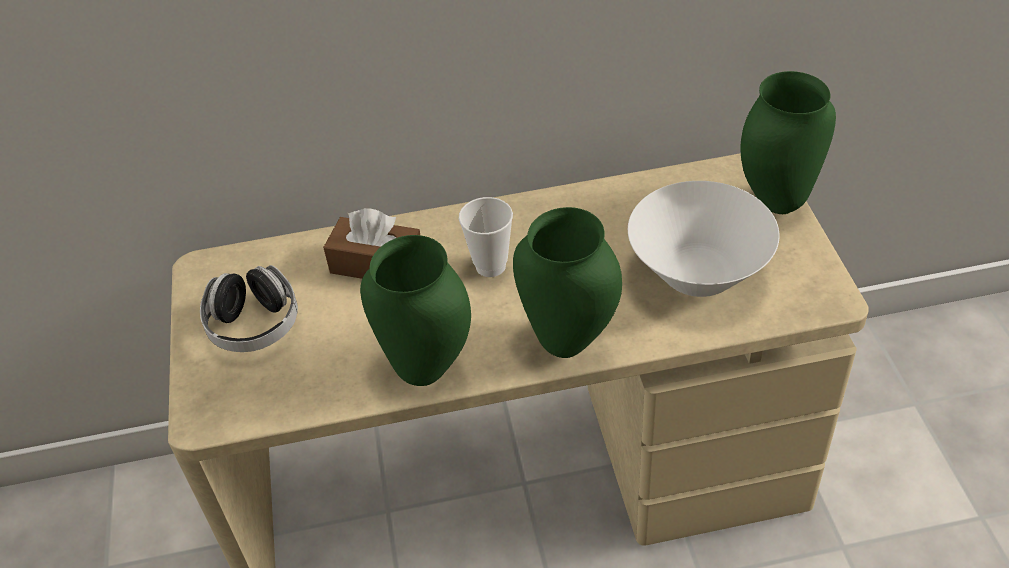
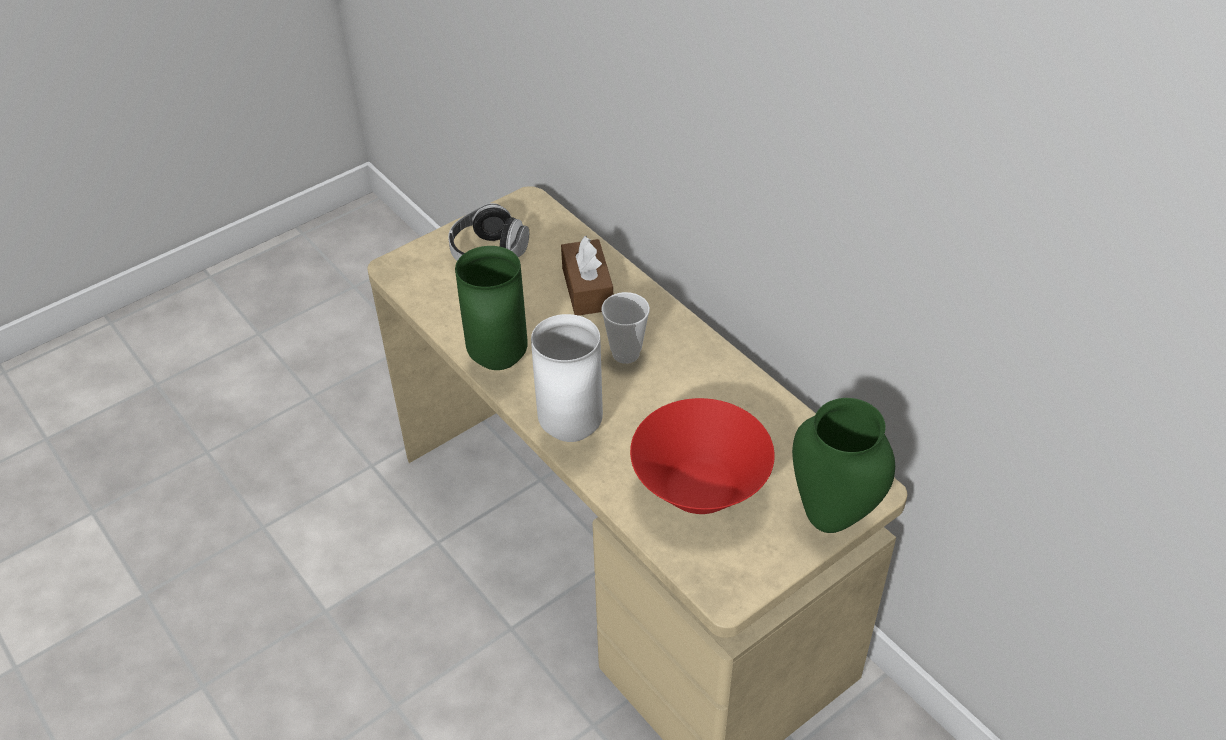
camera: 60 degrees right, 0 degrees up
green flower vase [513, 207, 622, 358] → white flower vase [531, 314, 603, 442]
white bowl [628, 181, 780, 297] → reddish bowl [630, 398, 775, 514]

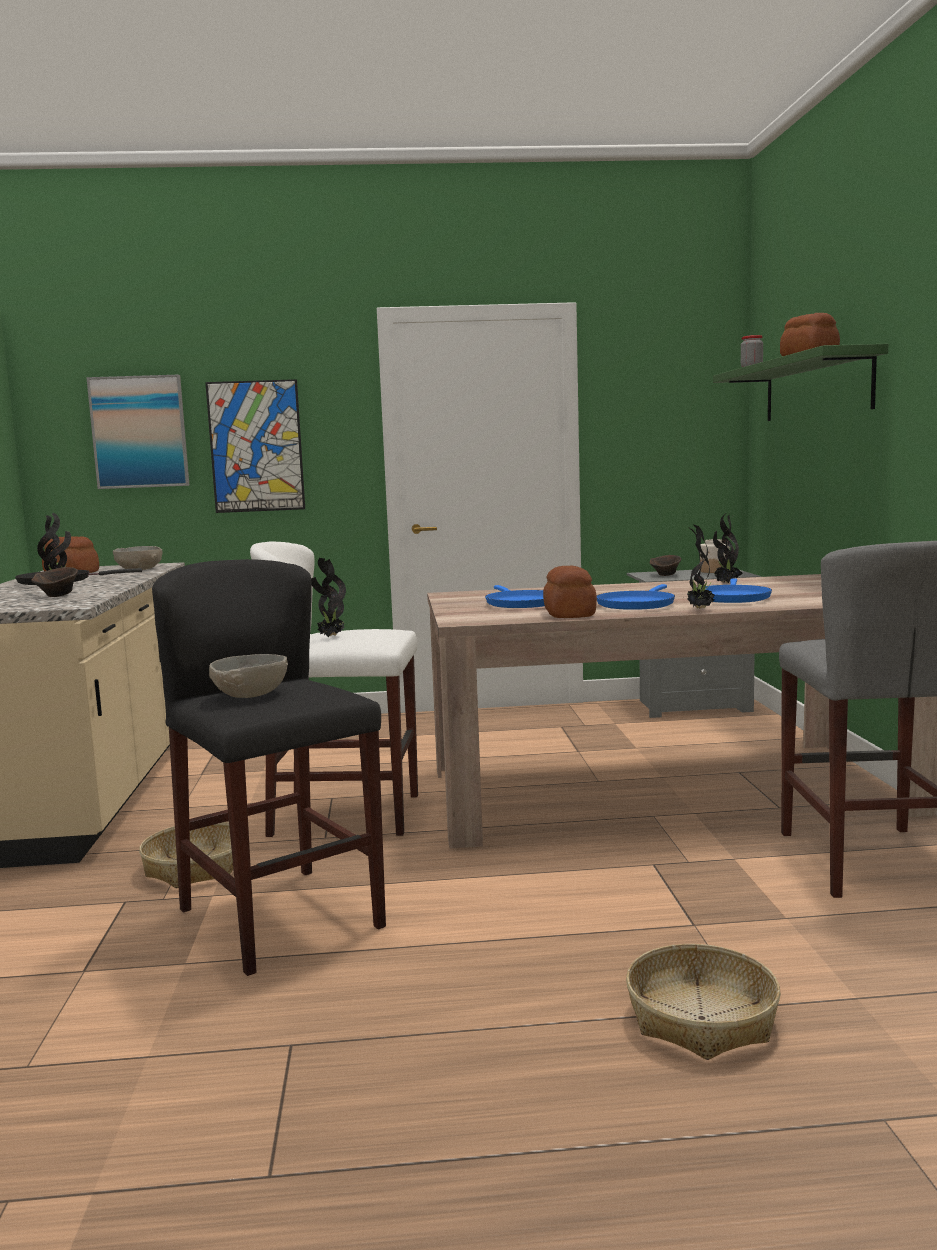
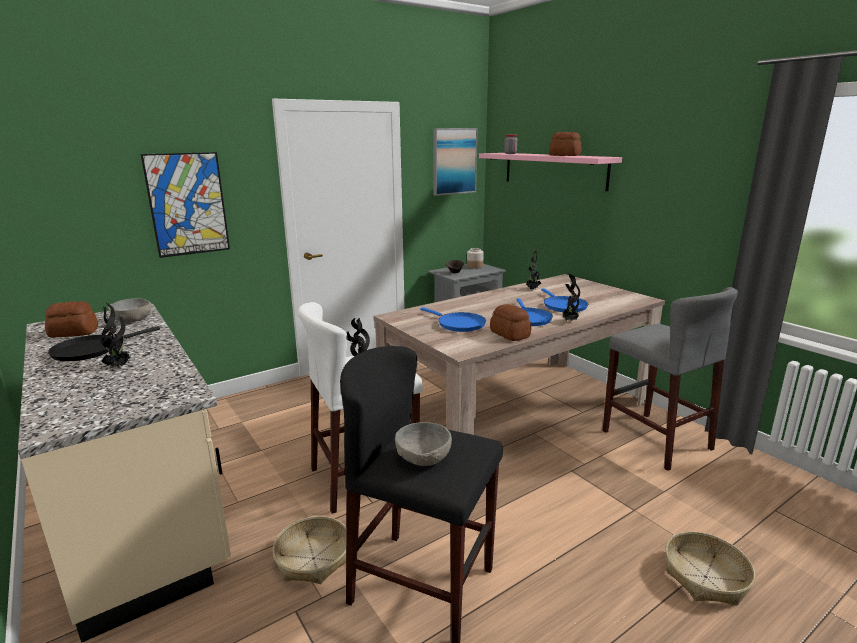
camera: 30 degrees left, 10 degrees up
brown-coloured bowl [31, 567, 78, 597] → -
picture [86, 375, 190, 489] → picture [433, 128, 477, 196], relocated
green shelf [713, 344, 888, 421] → pink shelf [479, 153, 622, 191]

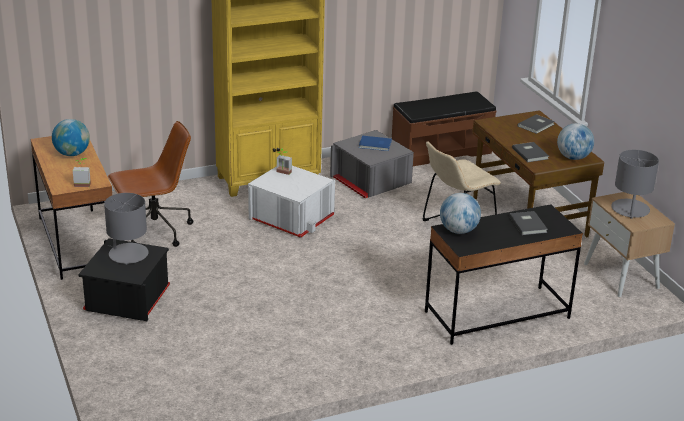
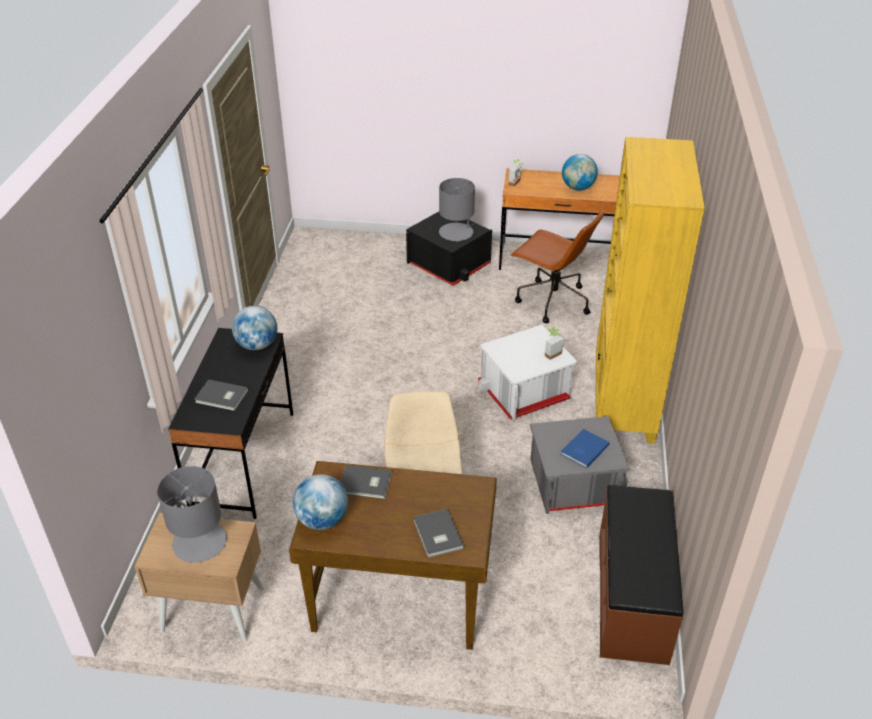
camera: 120 degrees right, 10 degrees up
brown-coloured computer chair [108, 121, 193, 247] → brown-coloured computer chair [511, 210, 604, 323], 60 degrees counterclockwise

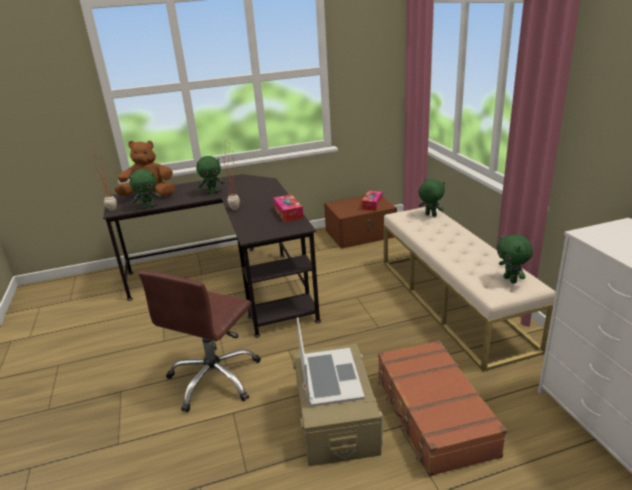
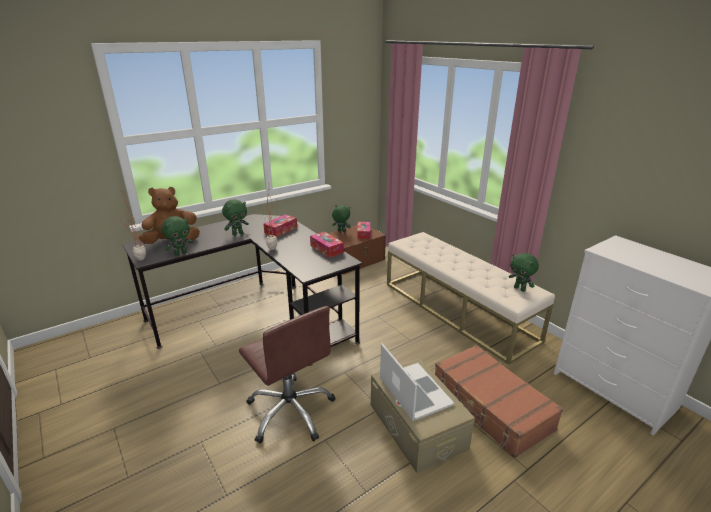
camera: 20 degrees left, 0 degrees up
- → box of tissues [264, 215, 297, 237]
green cuddly toy [418, 179, 445, 217] → green cuddly toy [332, 205, 351, 232], relocated
brown-coloured computer chair [138, 271, 261, 412] → brown-coloured computer chair [239, 306, 335, 444], 45 degrees counterclockwise

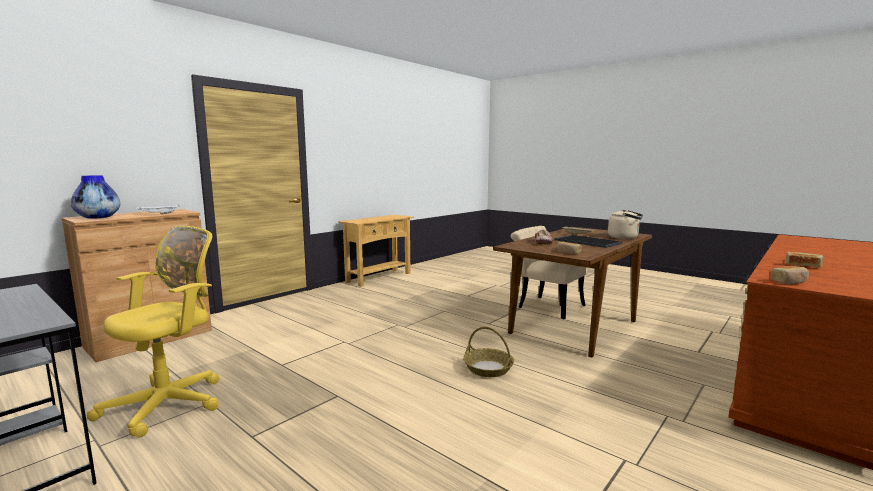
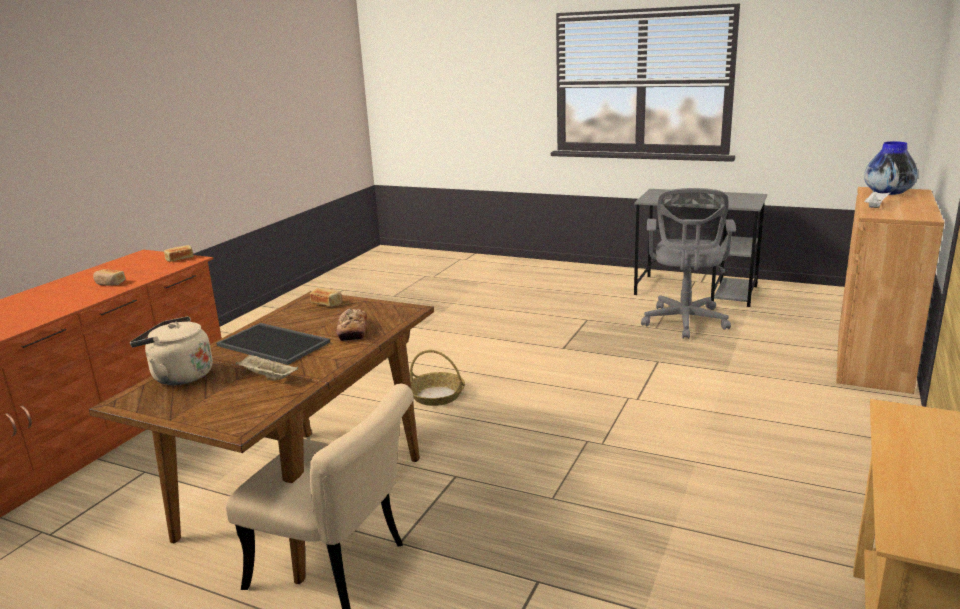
camera: 165 degrees right, 10 degrees up
yellow-coloured computer chair [87, 226, 219, 437] → gray computer chair [641, 188, 736, 339]

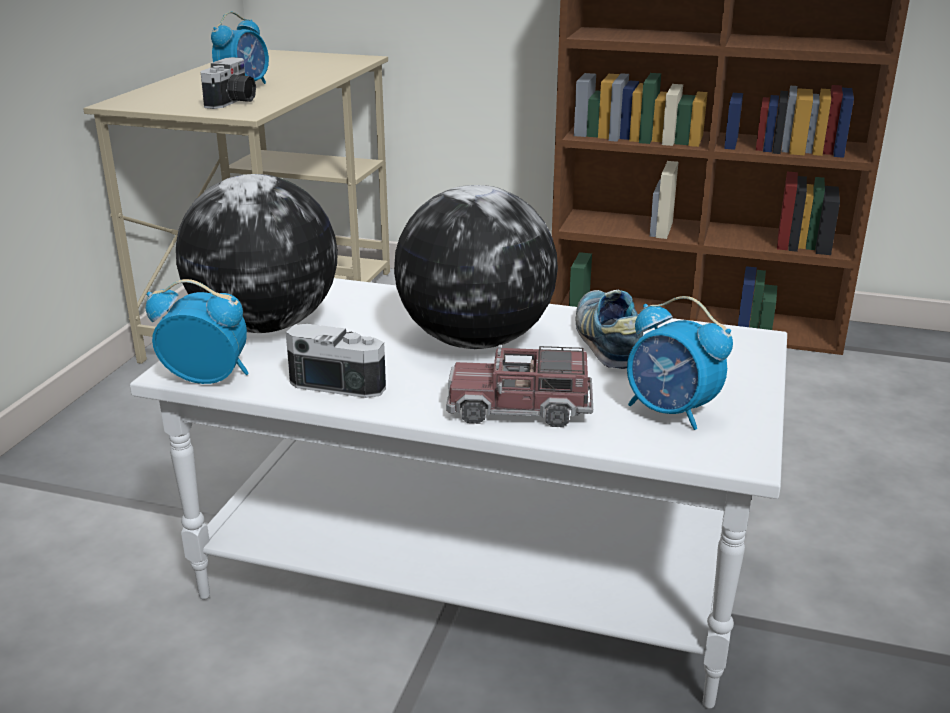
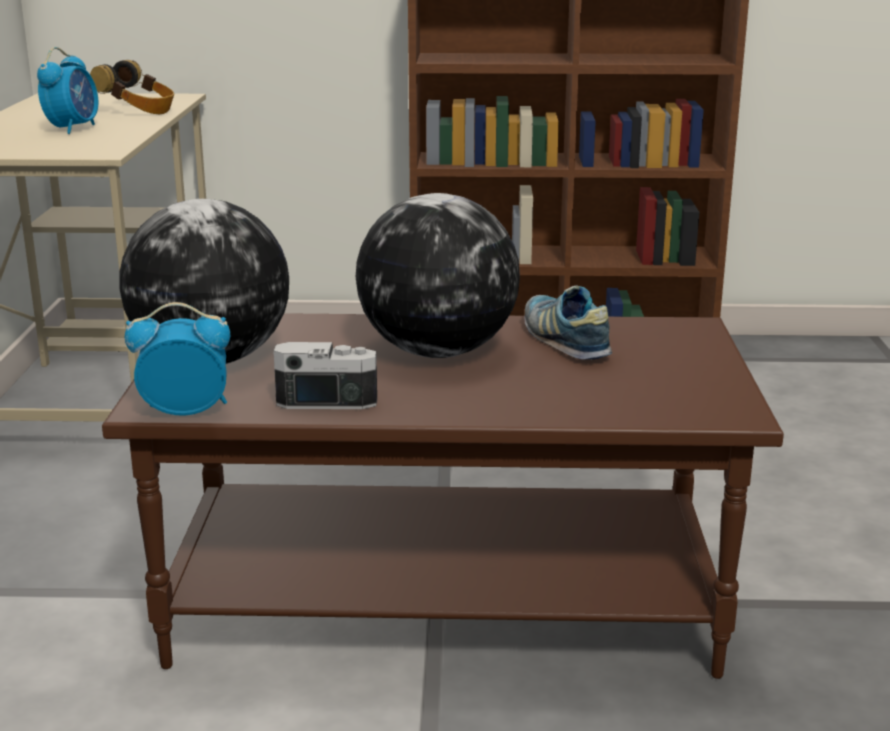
camera: 15 degrees left, 5 degrees down
photo camera [200, 57, 256, 109] → -
toy truck [446, 345, 593, 427] → -
bedside clock [627, 296, 733, 430] → -
- → headset [90, 60, 174, 114]
white coffee table [130, 278, 787, 709] → brown-coloured coffee table [102, 313, 784, 679]

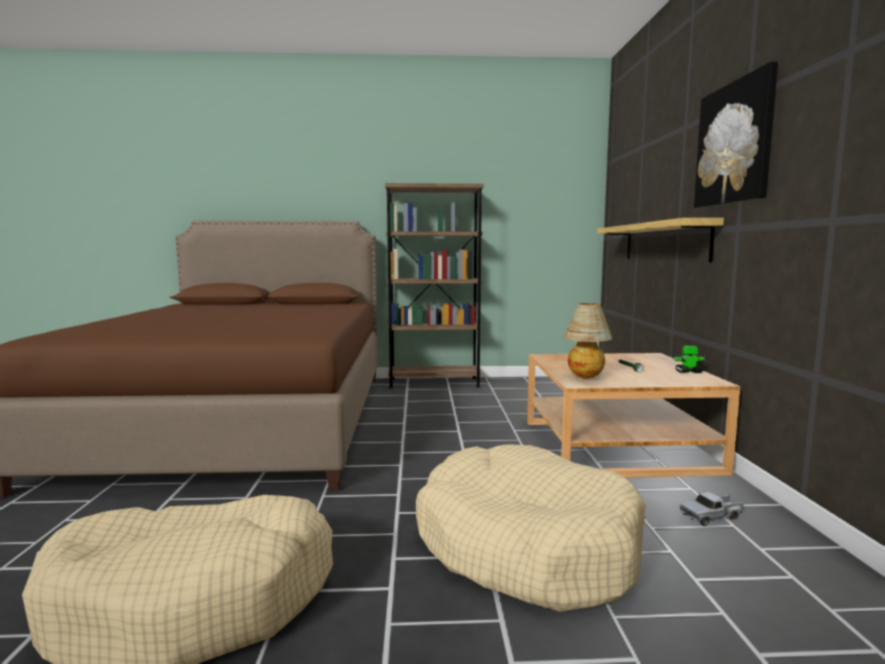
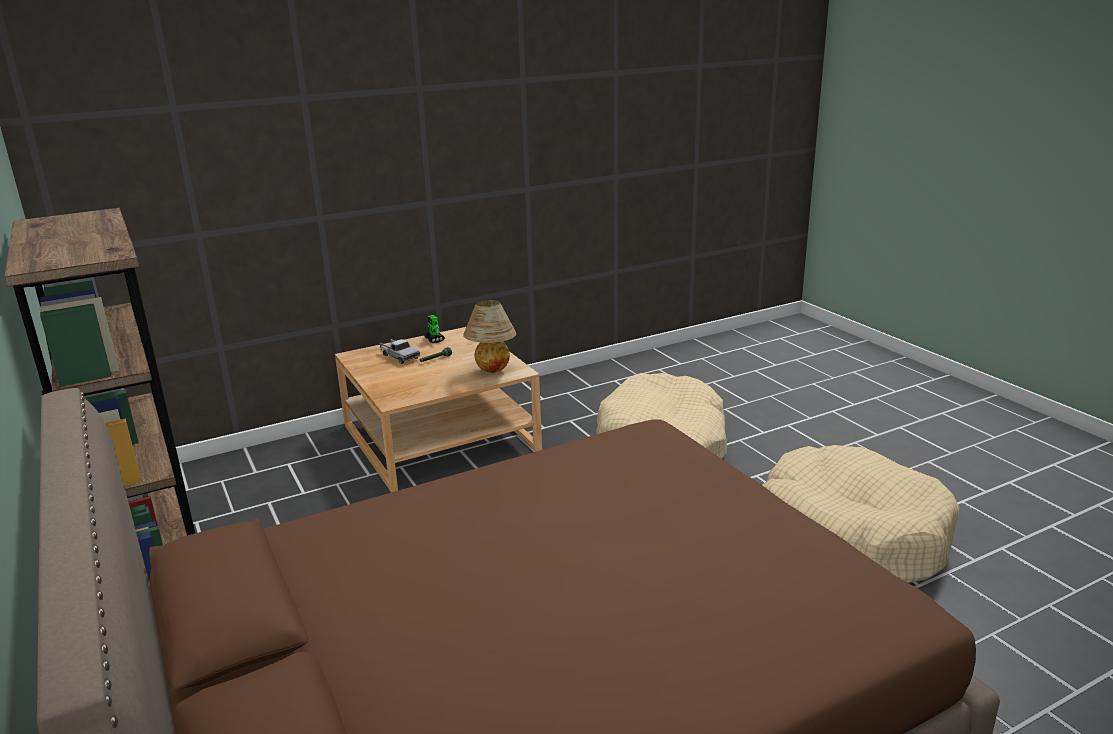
camera: 115 degrees left, 15 degrees up
shelf [597, 218, 724, 262] → -
picture [694, 61, 778, 208] → -
toy truck [680, 492, 744, 526] → toy truck [380, 339, 420, 364], relocated

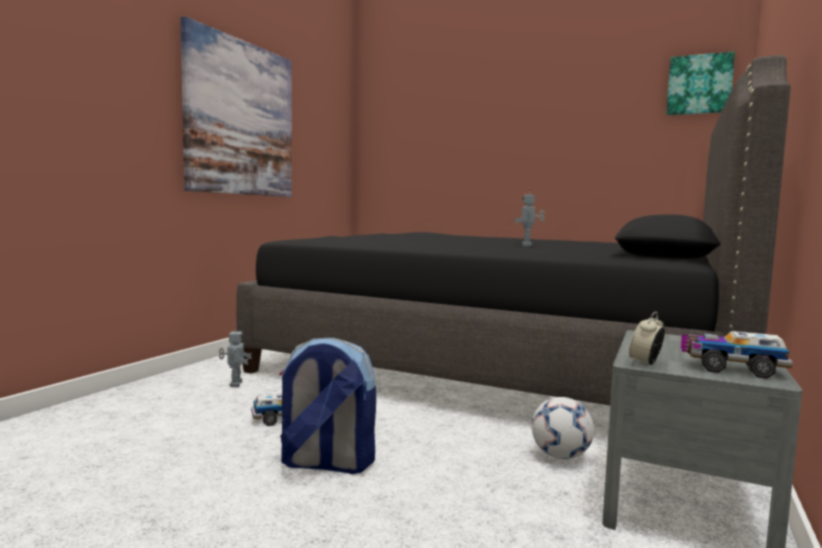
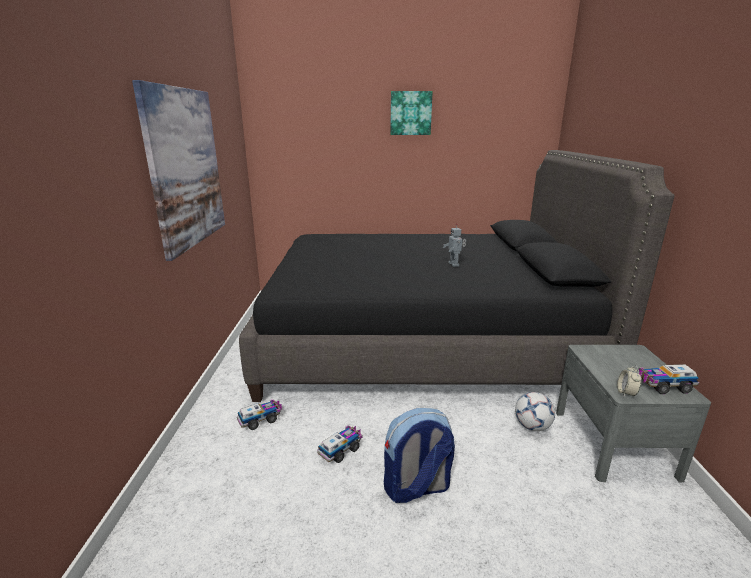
camera: 25 degrees left, 15 degrees up
picture [666, 51, 735, 115] → picture [390, 91, 433, 135], relocated
toy robot [219, 325, 252, 387] → toy truck [237, 399, 282, 430]

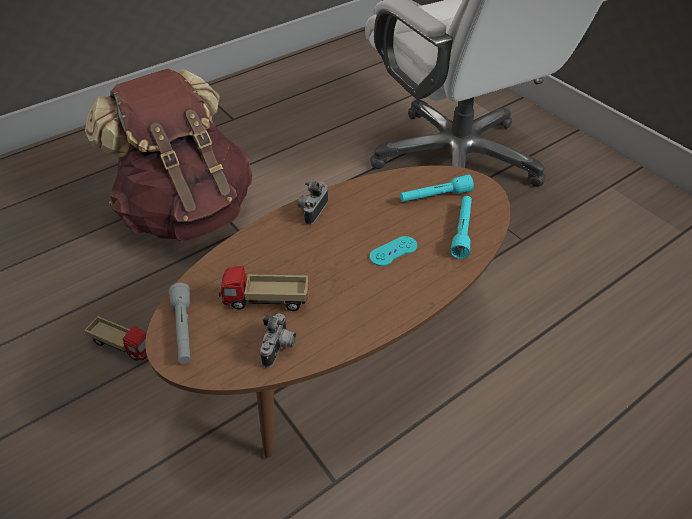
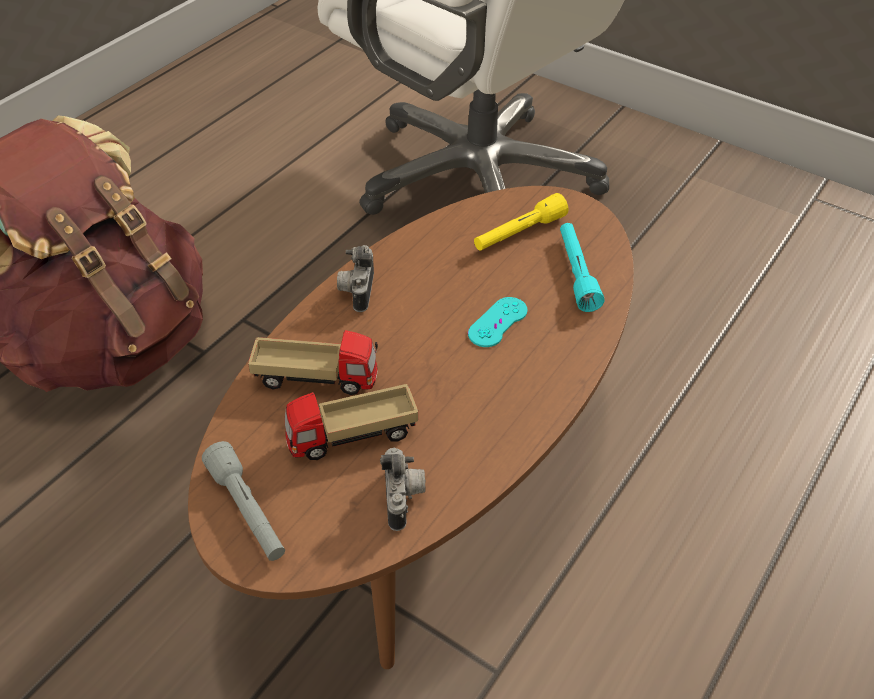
camera: 20 degrees left, 0 degrees up
toy truck [84, 316, 147, 361] → toy truck [248, 330, 378, 395], relocated
turquoise-coloured hand torch [400, 174, 474, 202] → yellow-coloured hand torch [474, 193, 568, 251]

